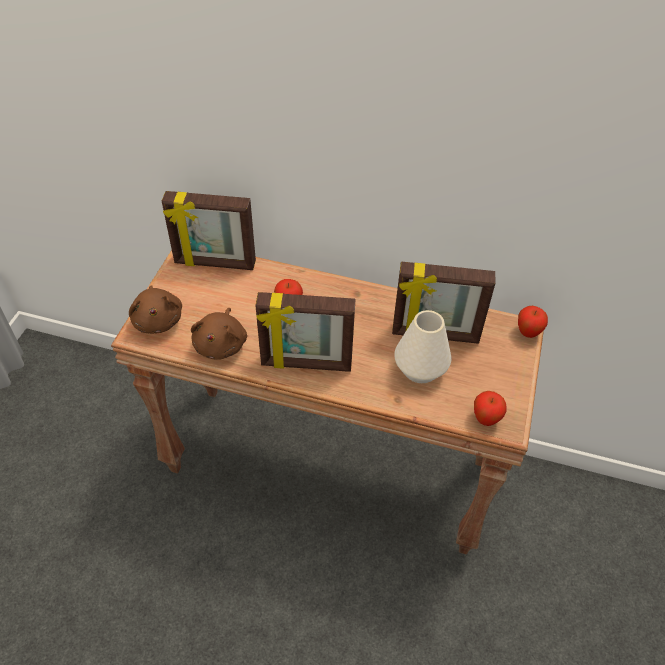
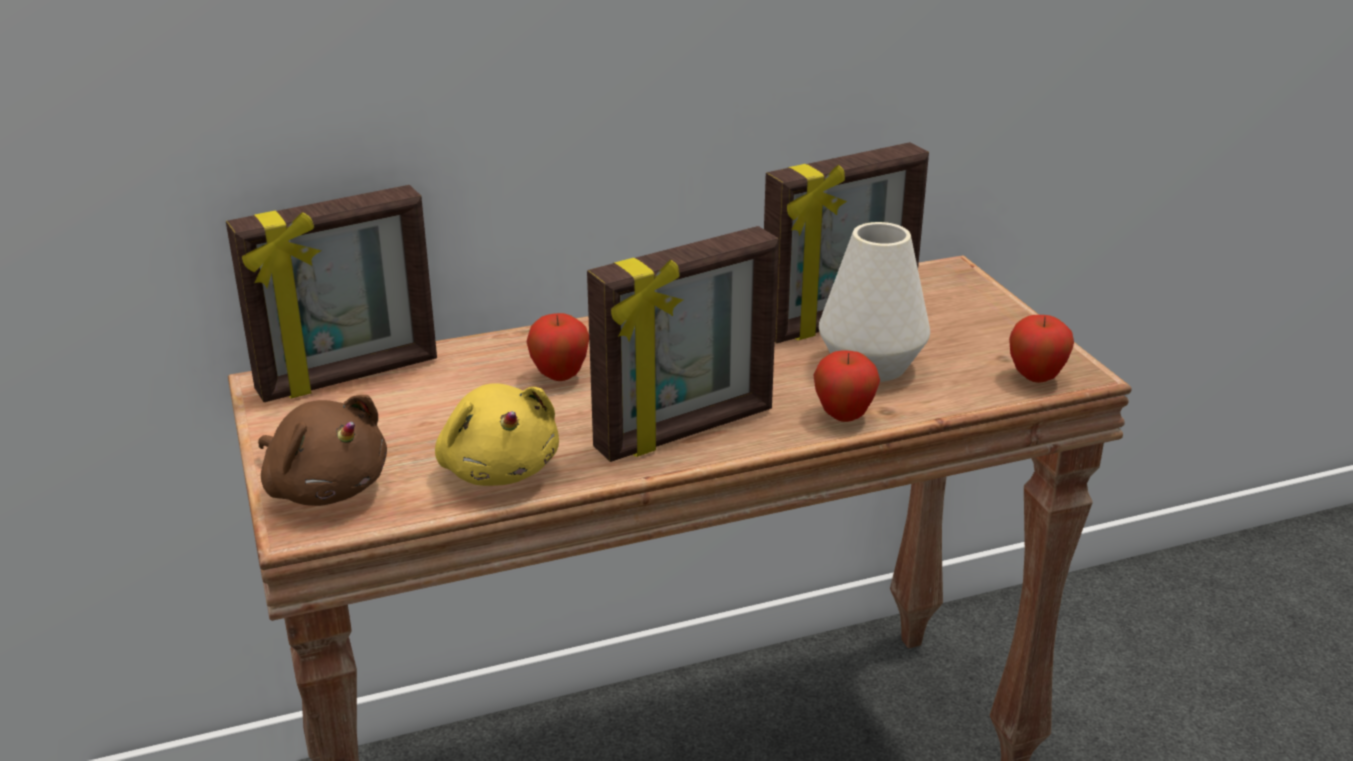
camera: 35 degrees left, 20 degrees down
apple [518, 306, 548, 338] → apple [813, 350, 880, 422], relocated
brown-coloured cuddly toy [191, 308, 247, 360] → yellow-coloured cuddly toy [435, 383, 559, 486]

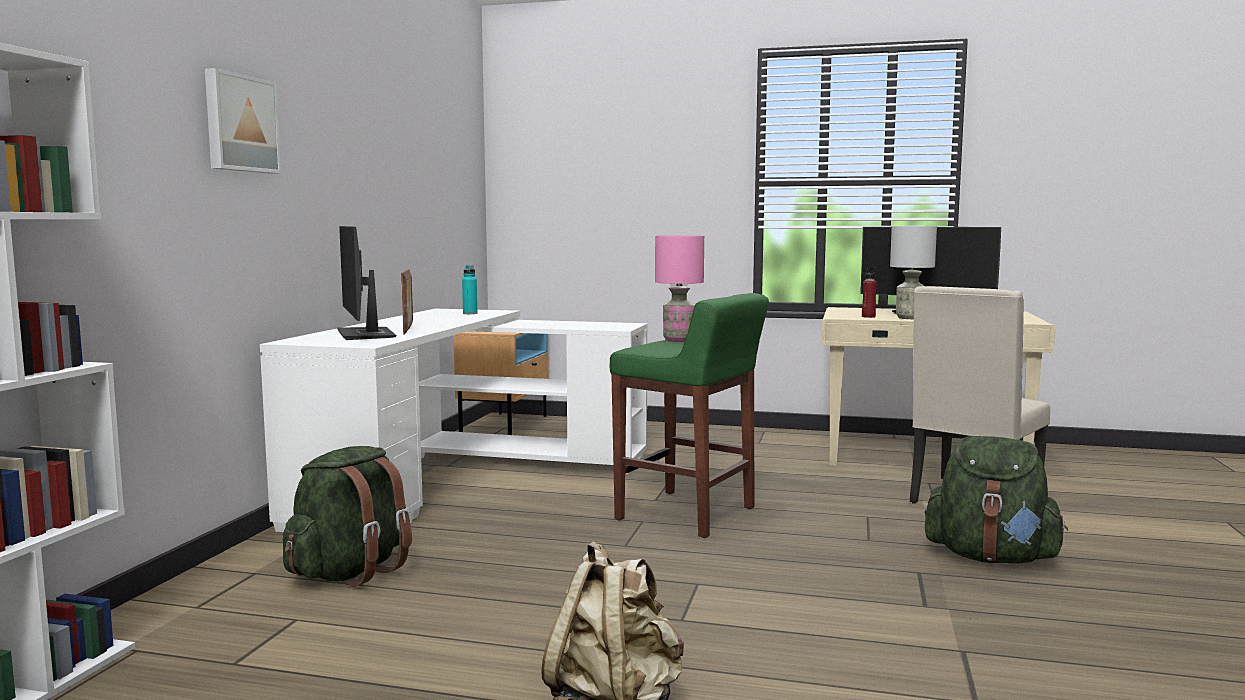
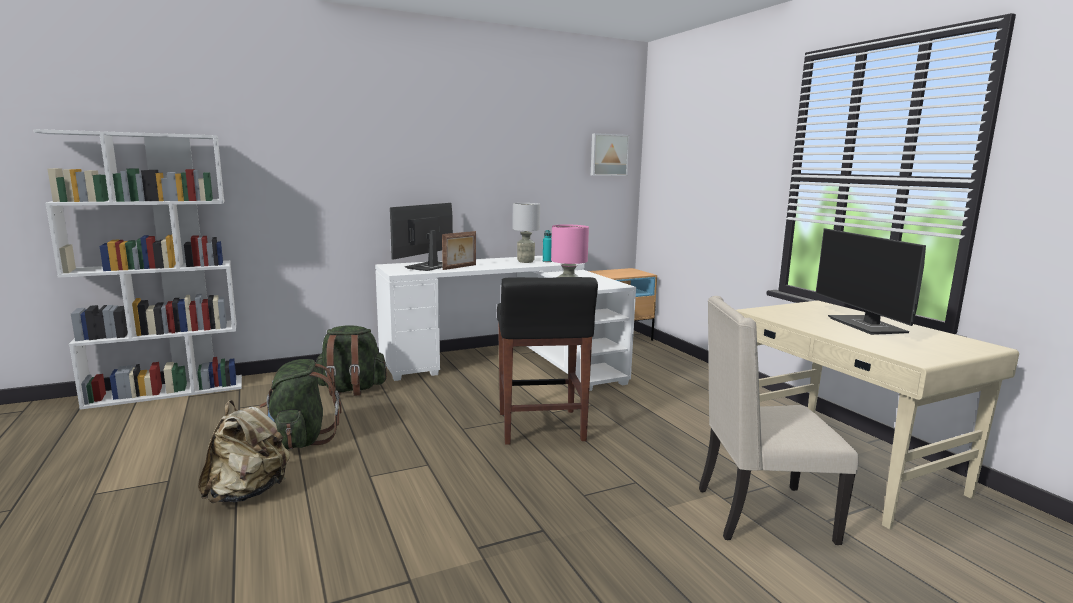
camera: 50 degrees right, 5 degrees up
reddish beverage bottle [862, 267, 877, 318] → -
picture [205, 68, 281, 174] → picture [591, 133, 630, 176], relocated
gray lamp for a table [890, 226, 937, 319] → gray lamp for a table [513, 203, 540, 263], relocated
green rucksack [925, 436, 1068, 564] → green rucksack [259, 359, 342, 449], relocated
green stool [610, 293, 769, 538] → black-coloured stool [497, 277, 598, 445]

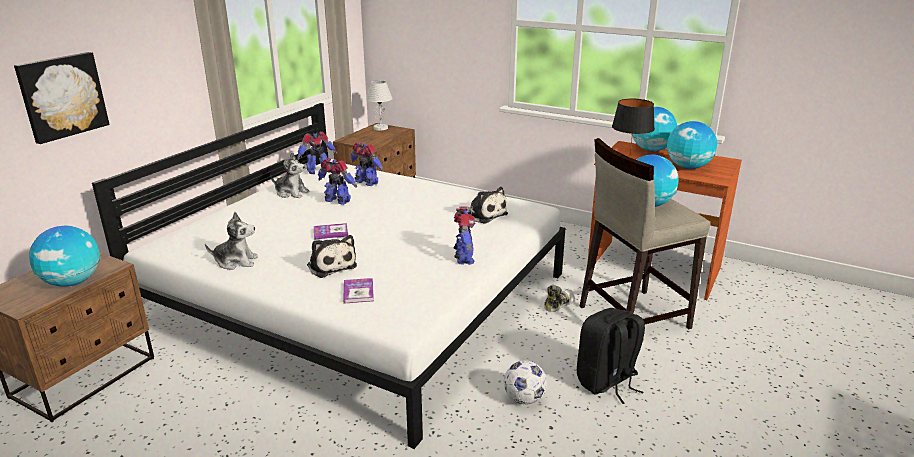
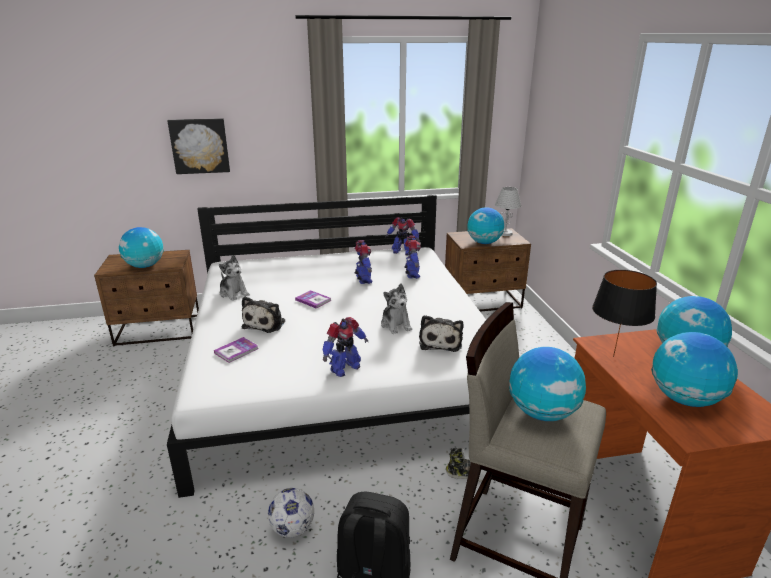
camera: 50 degrees right, 0 degrees up
- → desk globe [467, 207, 504, 244]
cuddly toy [270, 152, 310, 198] → cuddly toy [381, 284, 412, 334], relocated

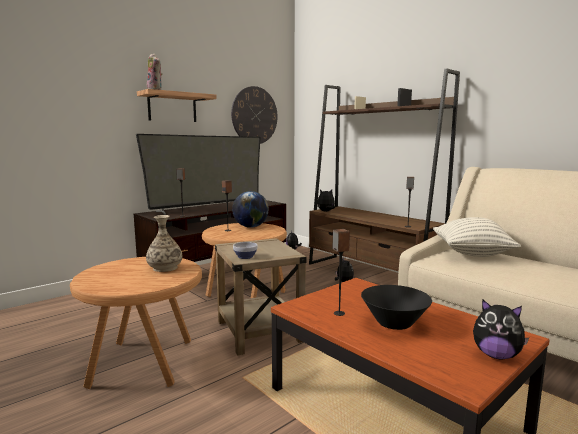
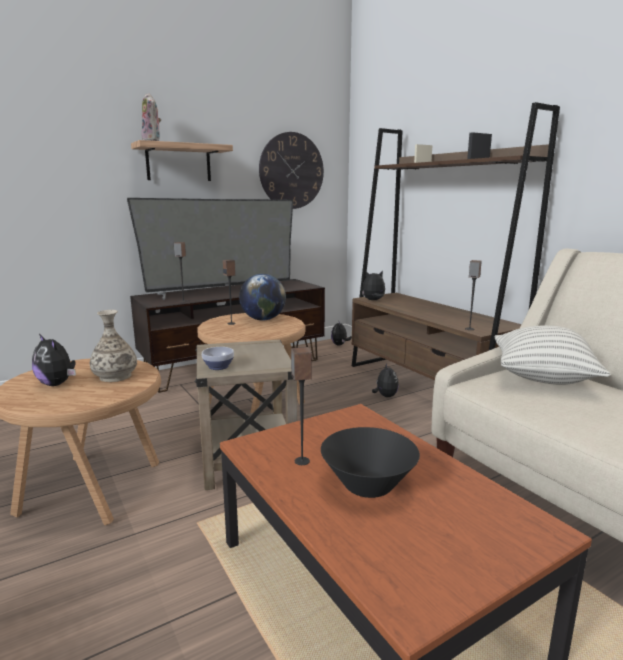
camera: 10 degrees right, 5 degrees up
cuddly toy [473, 299, 529, 359] → cuddly toy [32, 334, 76, 386], relocated

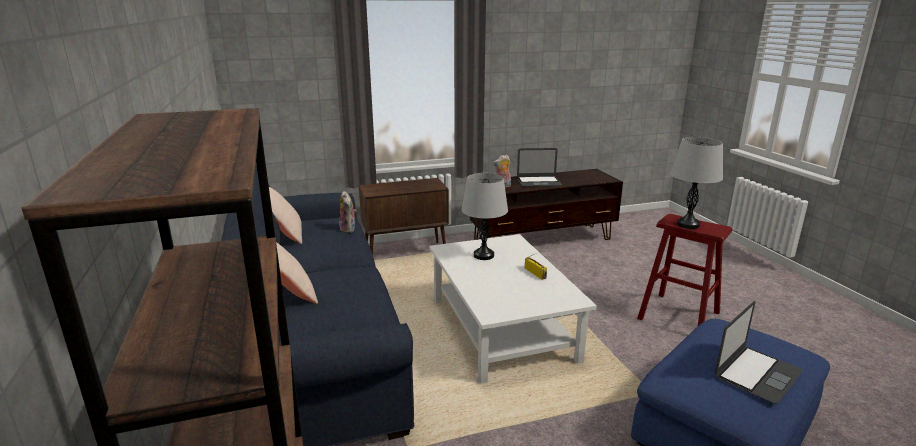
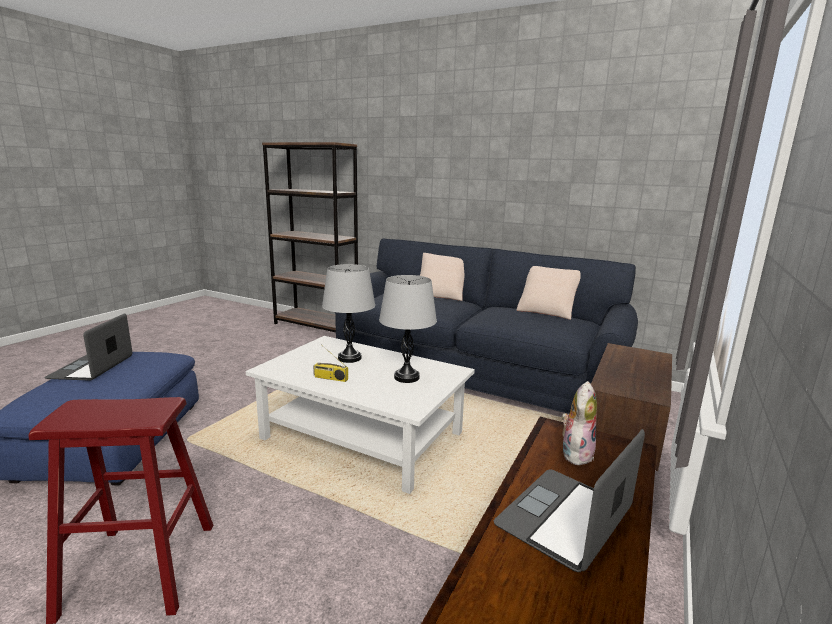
camera: 135 degrees right, 5 degrees down
cuddly toy [339, 191, 356, 233] → -
gray lamp for a table [670, 137, 723, 229] → gray lamp for a table [322, 264, 375, 363], relocated

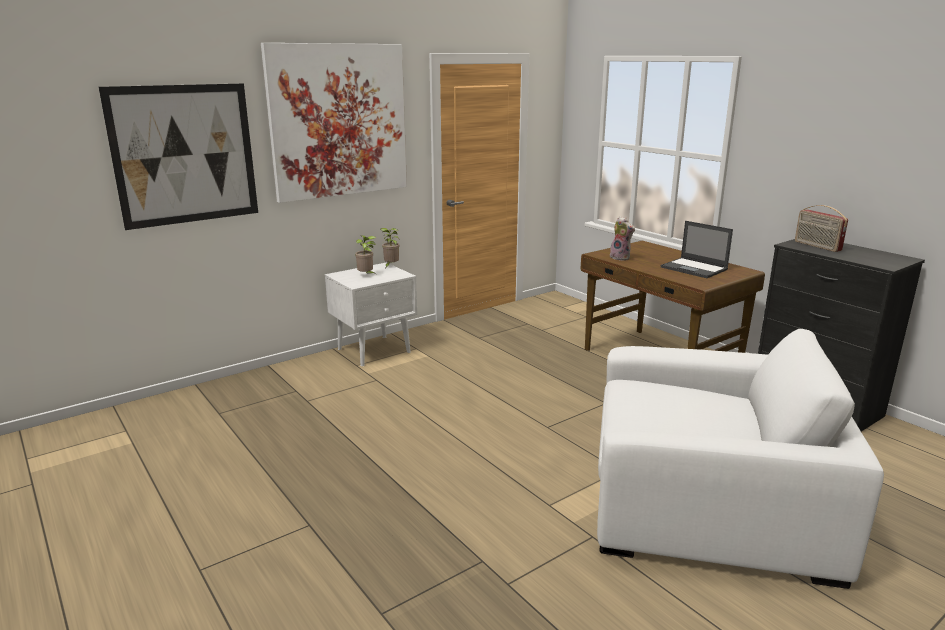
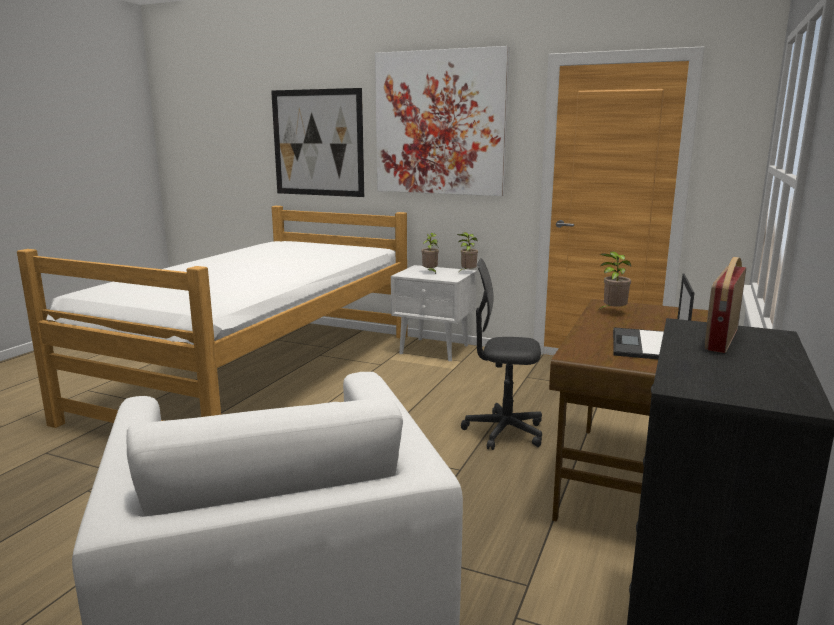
camera: 60 degrees right, 5 degrees down
- → bedroom bed [17, 206, 407, 428]
- → gray computer chair [461, 258, 542, 450]
cuddly toy [610, 216, 635, 261] → plant in a pot [600, 251, 631, 309]

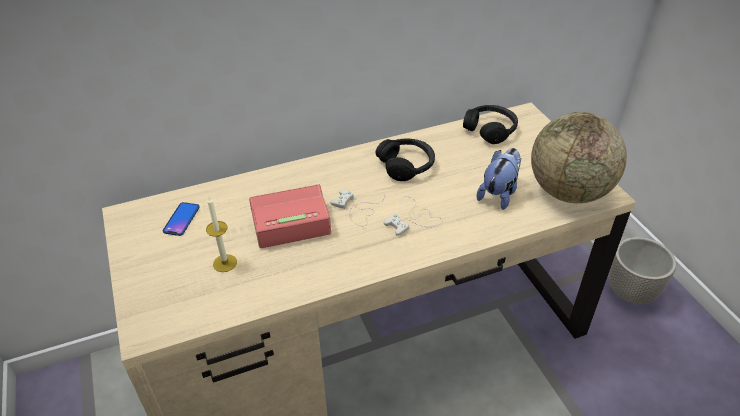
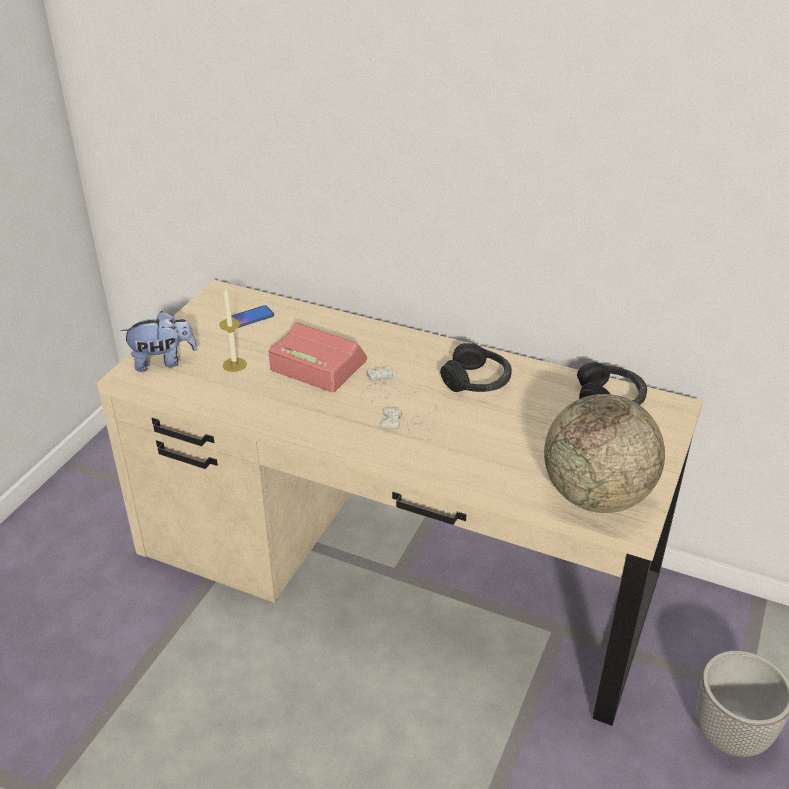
camera: 45 degrees right, 5 degrees down
cuddly toy [477, 148, 522, 210] → cuddly toy [120, 311, 197, 372], relocated

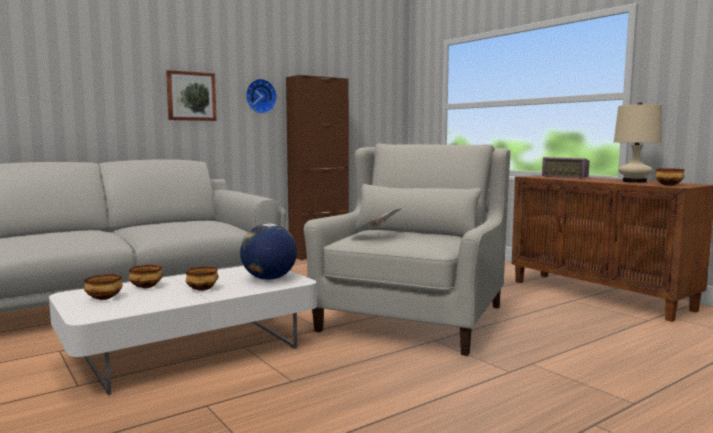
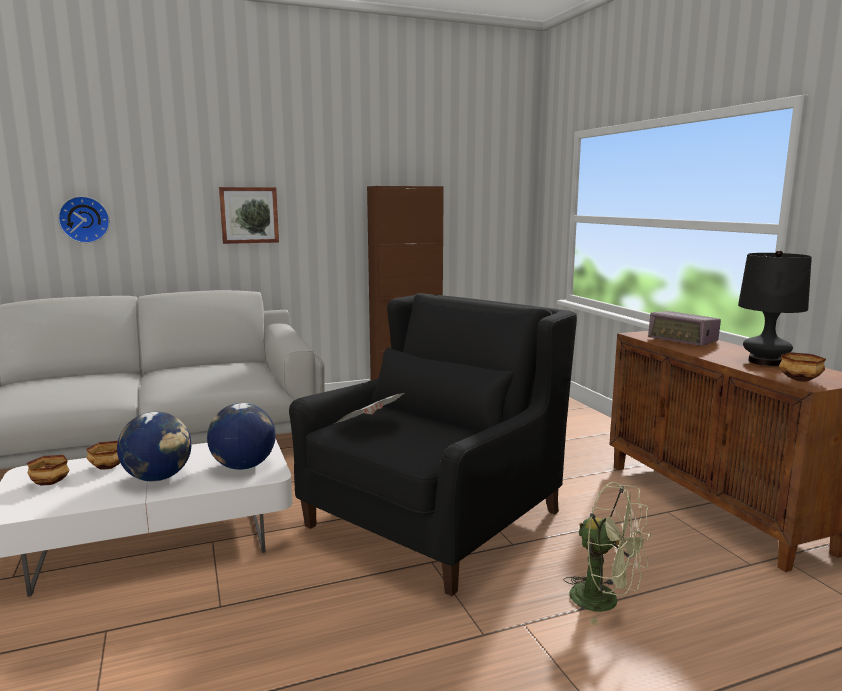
camera: 15 degrees right, 5 degrees up
- → green electric fan [564, 482, 651, 625]
hanging clock [246, 79, 277, 114] → hanging clock [58, 196, 110, 243], relocated
bowl [185, 266, 219, 291] → desk globe [117, 412, 191, 481]
white easy chair [304, 144, 511, 356] → black-coloured easy chair [289, 293, 577, 596]
sand-coloured lamp for a table [614, 102, 662, 183] → black-coloured lamp for a table [738, 250, 812, 366]

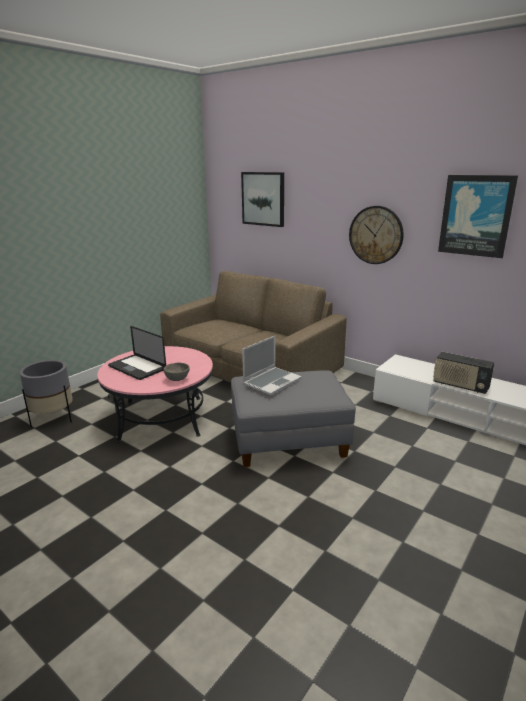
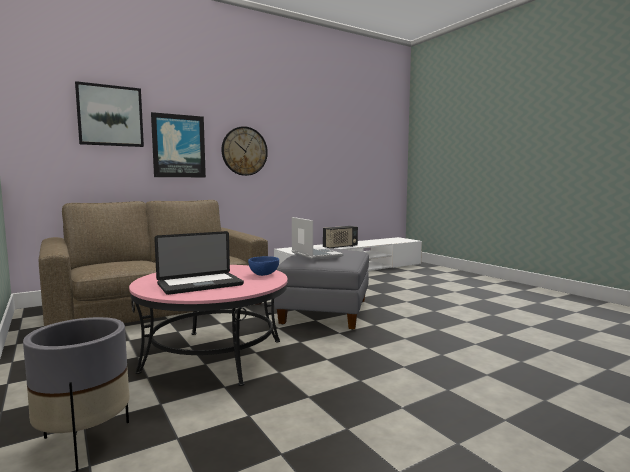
camera: 70 degrees left, 15 degrees down
picture [438, 175, 518, 258] → picture [151, 112, 206, 177], relocated
gray bowl [164, 363, 190, 381] → blue bowl [248, 256, 279, 276]

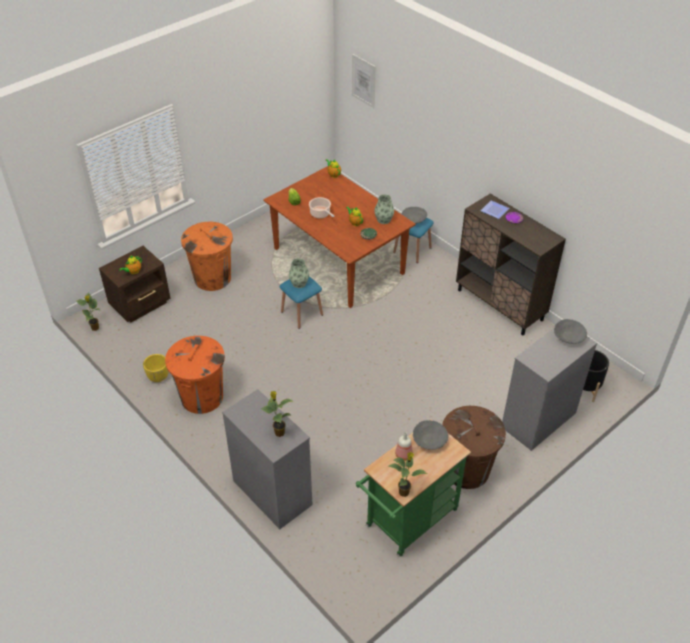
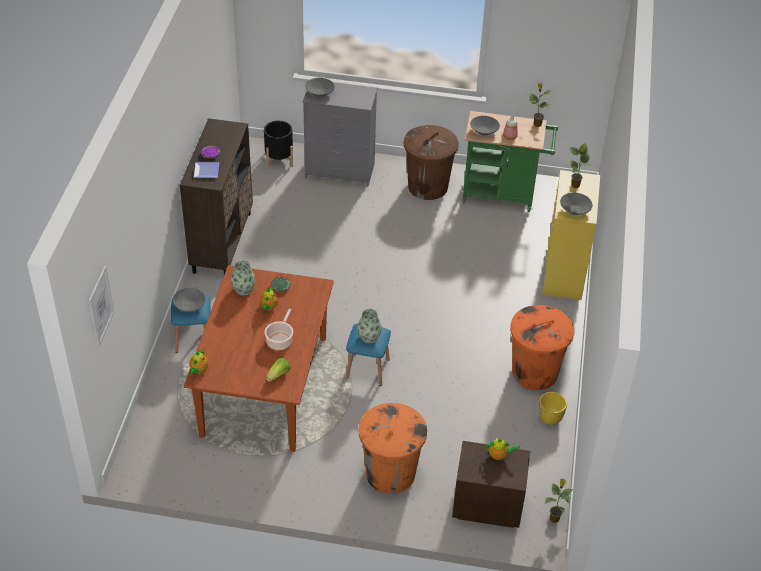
camera: 130 degrees left, 0 degrees up
- → gray bowl [560, 192, 593, 215]
gray chest of drawers [222, 389, 313, 529] → yellow-coloured chest of drawers [542, 170, 600, 300]

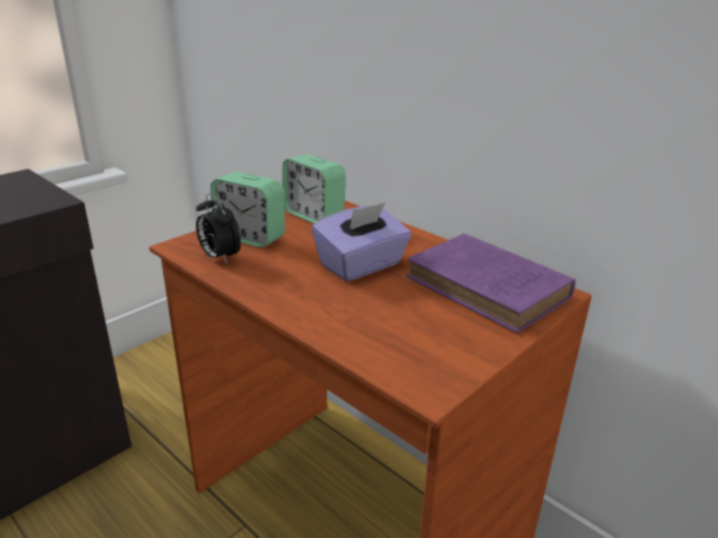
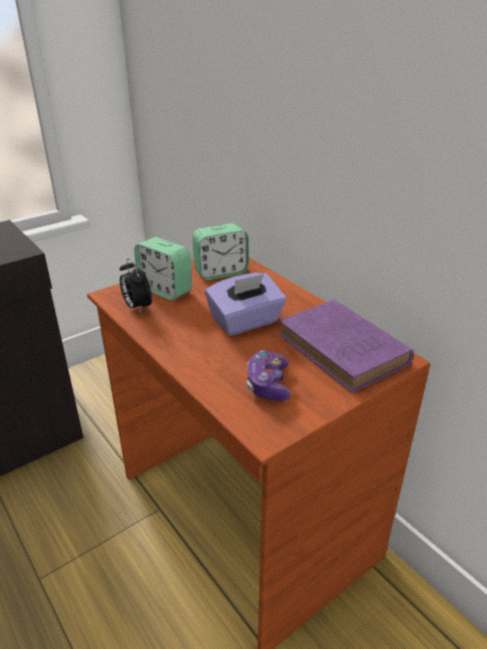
camera: 10 degrees right, 5 degrees up
- → gamepad [247, 350, 291, 401]
bedside clock [282, 154, 346, 224] → bedside clock [192, 223, 249, 280], 75 degrees counterclockwise

